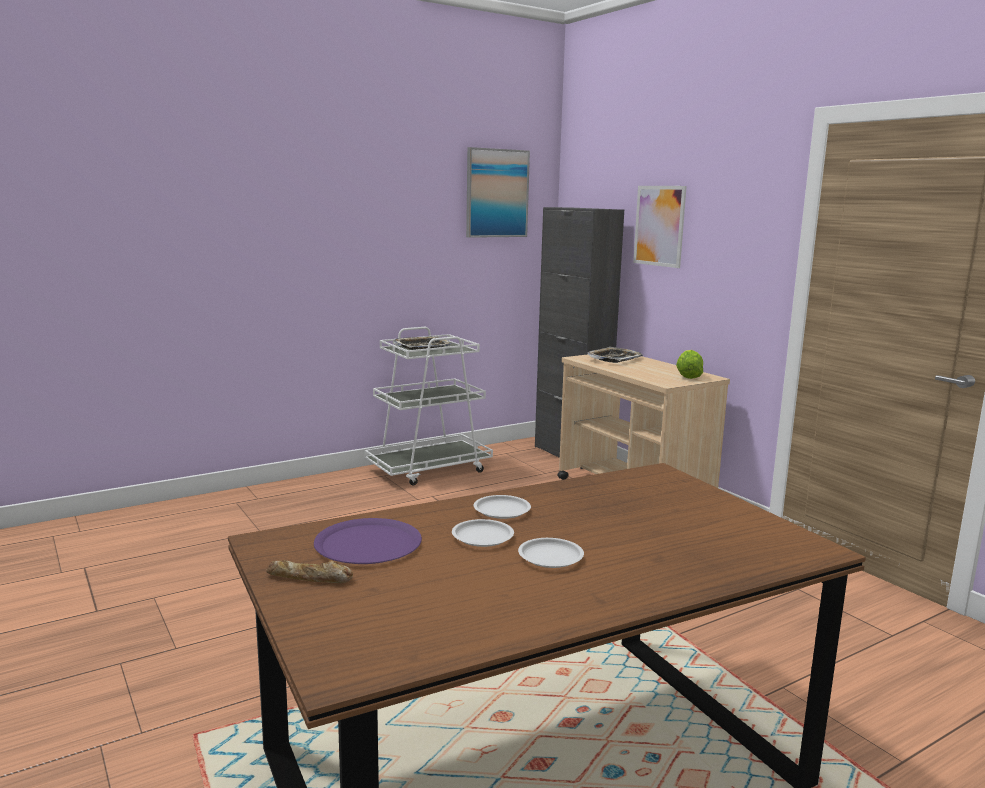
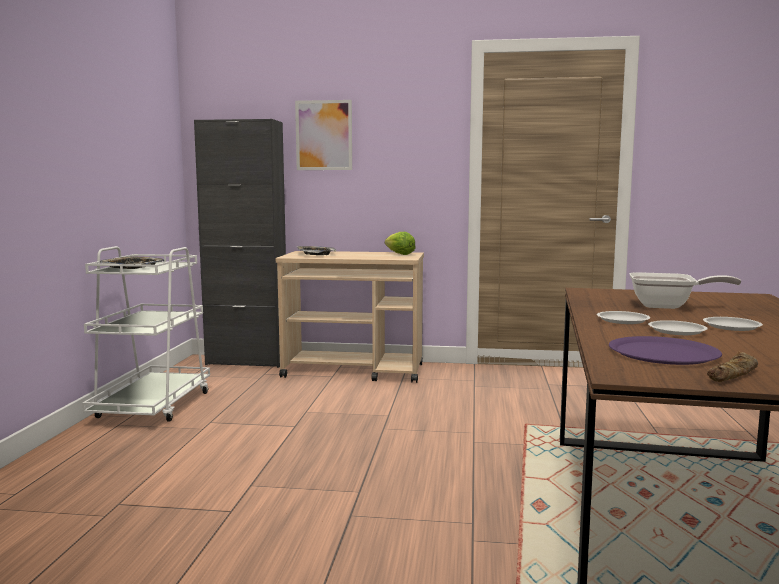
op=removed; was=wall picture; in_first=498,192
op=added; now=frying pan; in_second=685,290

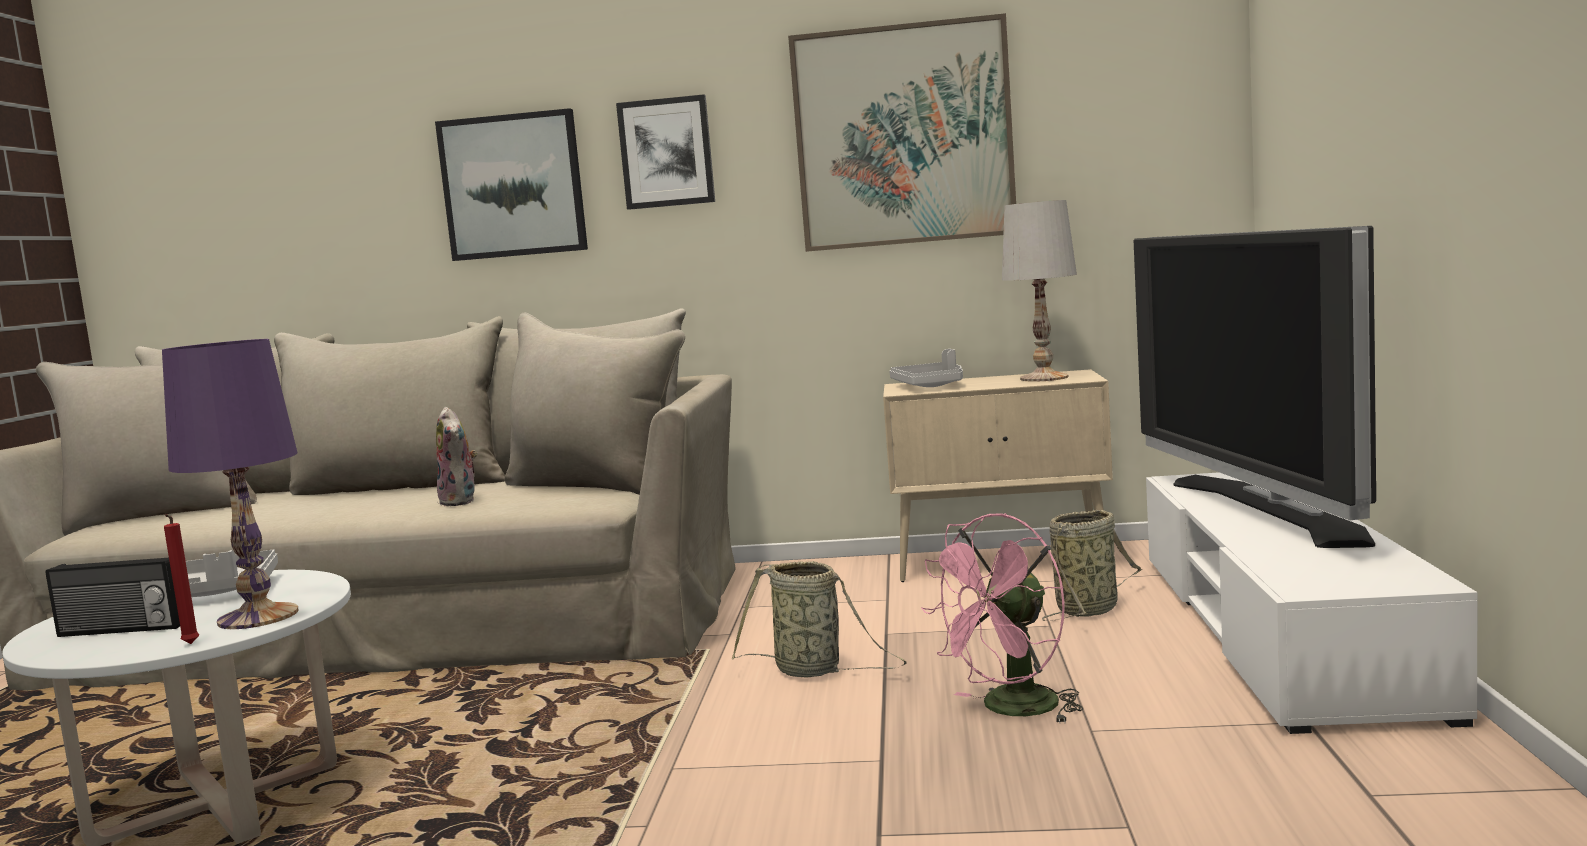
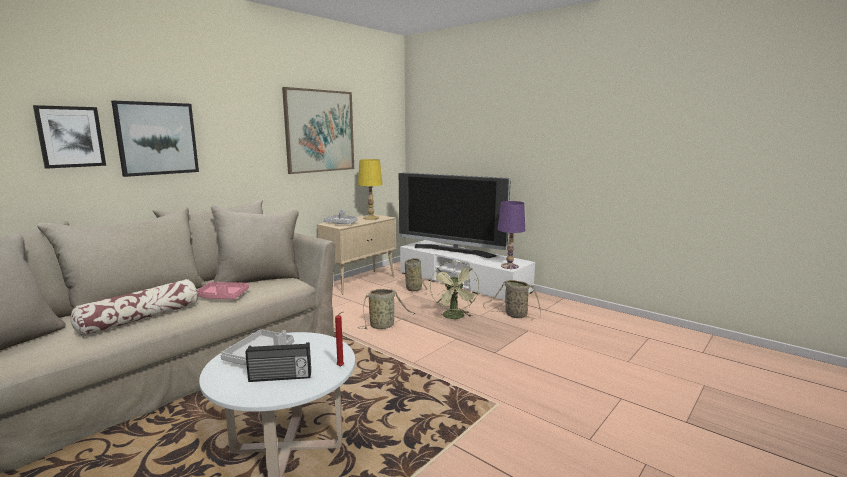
op=added; now=pillow; in_second=134,307
op=added; now=basket; in_second=512,299
op=moved; was=tabletop lamp in purple; in_first=230,484; in_second=511,235
op=moved; was=wall picture; in_first=665,152; in_second=69,137
op=replaced; was=plush toy; now=carrying tray in pinkish; in_first=456,456; in_second=223,290
op=recoloured; was=electric fan in pinkish; now=electric fan in green-coloured; in_first=1002,618; in_second=454,290
op=recoloured; was=tabletop lamp in white; now=tabletop lamp in yellow; in_first=1039,290; in_second=370,189
op=turned; was=radio set; in_first=113,597; in_second=278,362; clockwise=45

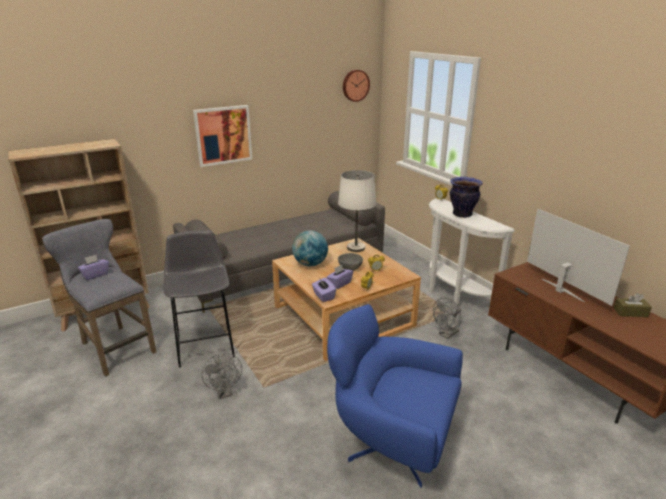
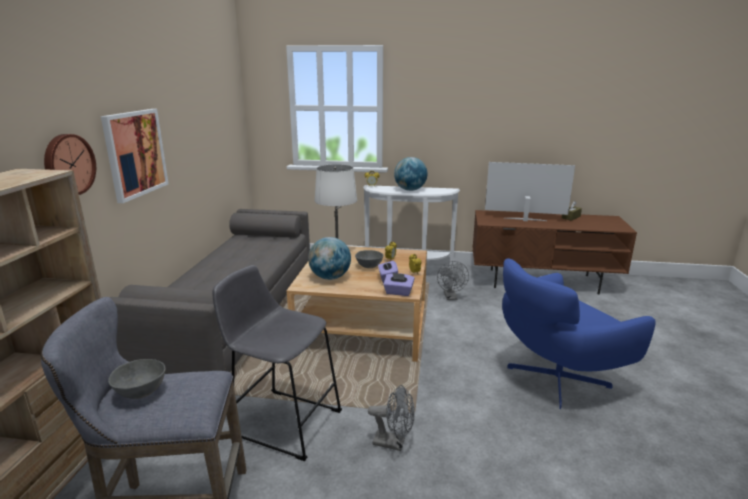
op=moved; was=hanging clock; in_first=356,86; in_second=70,164
op=replaced; was=tissue holder in purple; now=deep dish in greyish; in_first=93,267; in_second=136,379
op=replaced; was=decorative vase; now=globe; in_first=466,197; in_second=411,174

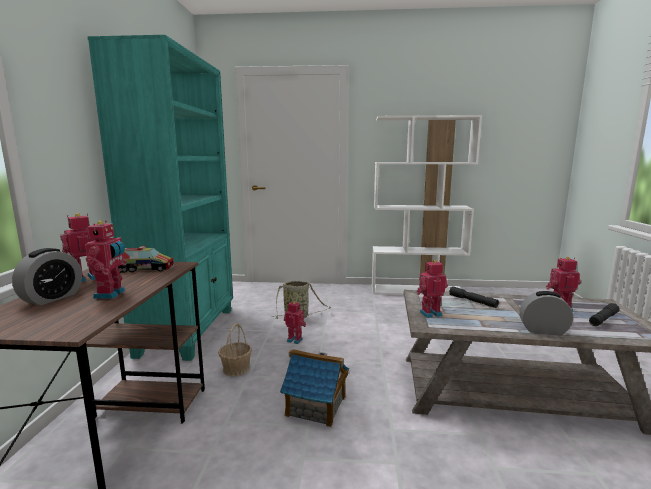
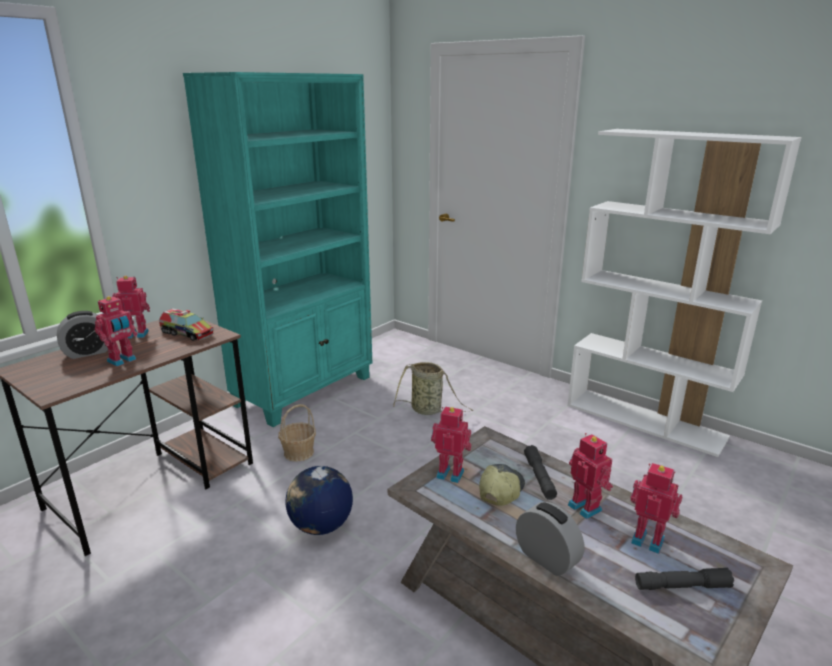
op=added; now=cap; in_second=502,485
op=moved; was=toy robot; in_first=295,322; in_second=590,476
op=replaced; was=model house; now=globe; in_first=314,388; in_second=319,500

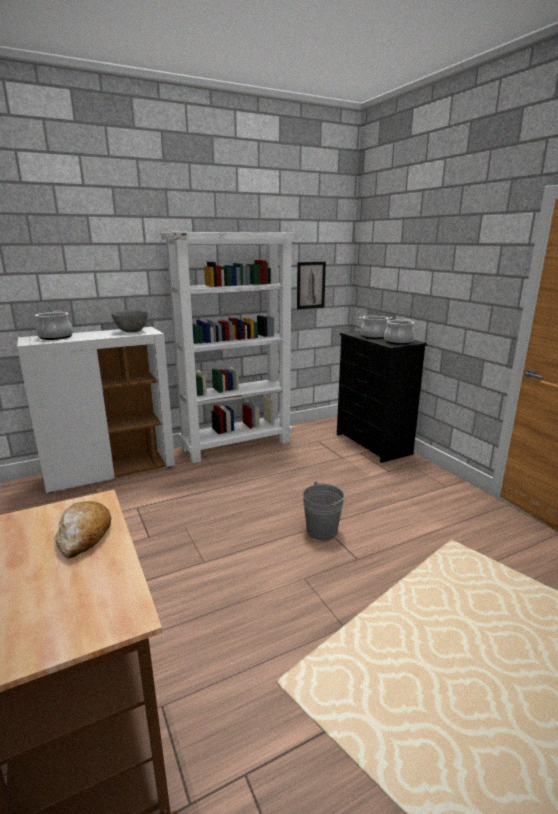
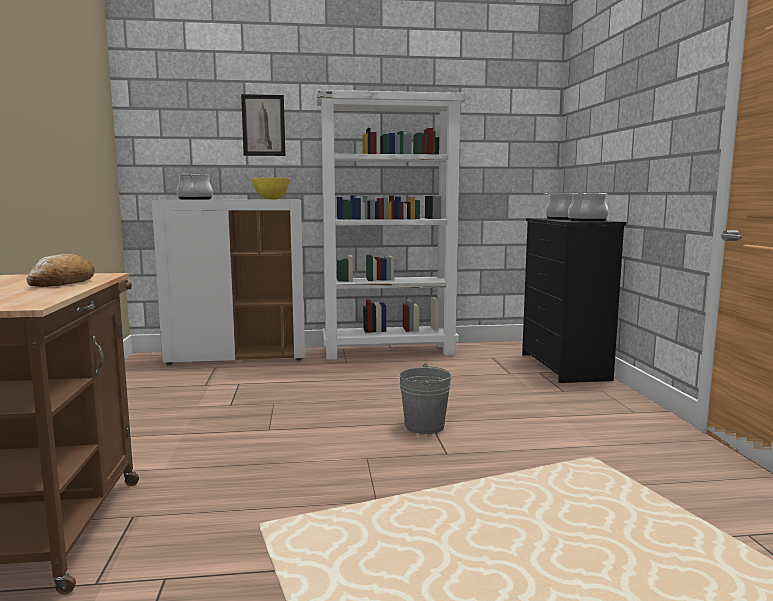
op=moved; was=wall picture; in_first=311,285; in_second=263,125
op=recoloured; was=deep dish in greyish; now=deep dish in yellow; in_first=129,321; in_second=270,188

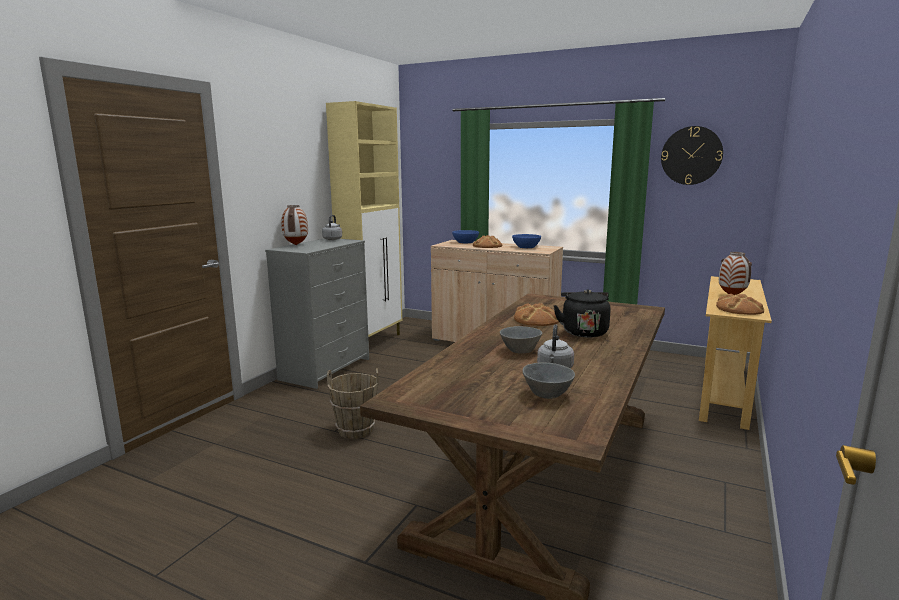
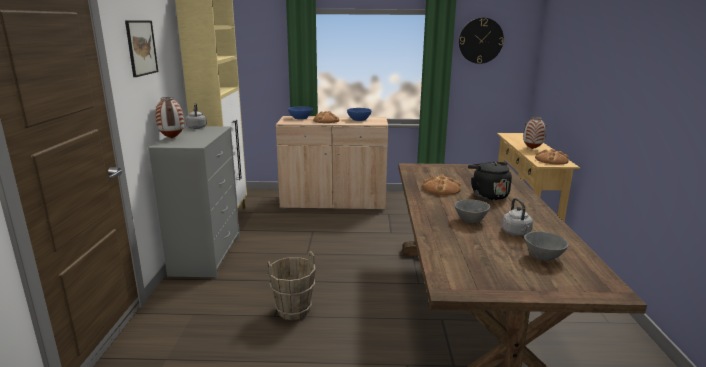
op=added; now=wall picture; in_second=141,48

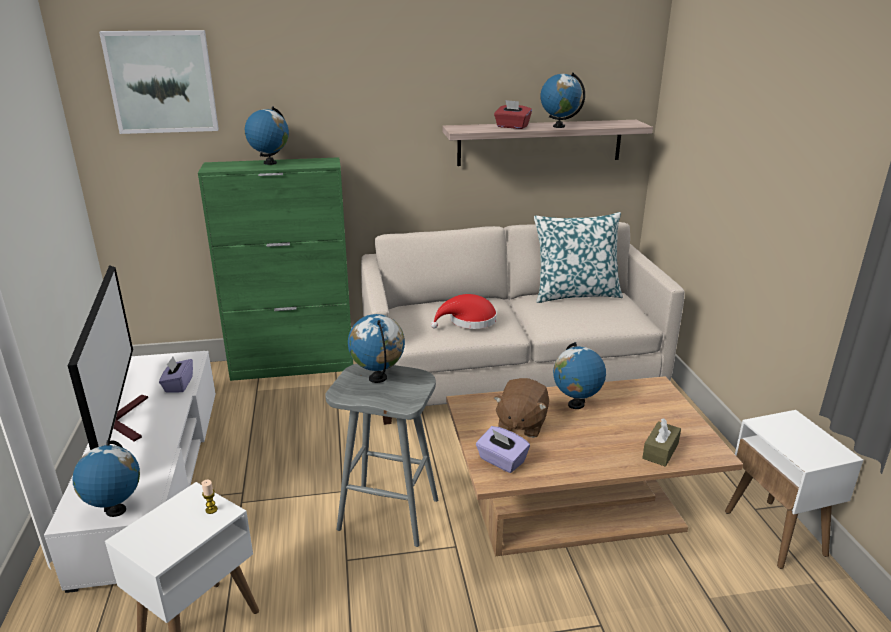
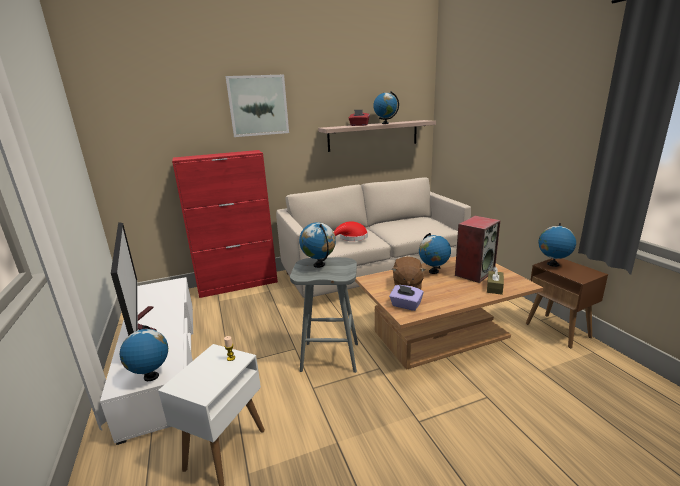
op=removed; was=tissue holder in purple; in_first=176,375
op=removed; was=pillow; in_first=578,257
op=added; now=speaker; in_second=478,249
op=moved; was=wall picture; in_first=159,82; in_second=257,106
op=moved; was=globe; in_first=267,135; in_second=557,245
op=recoloured; was=cabinet in green-coloured; now=cabinet in red; in_first=275,269; in_second=225,224
op=recoloured; was=side table in white; now=side table in brown-coloured; in_first=794,489; in_second=567,303

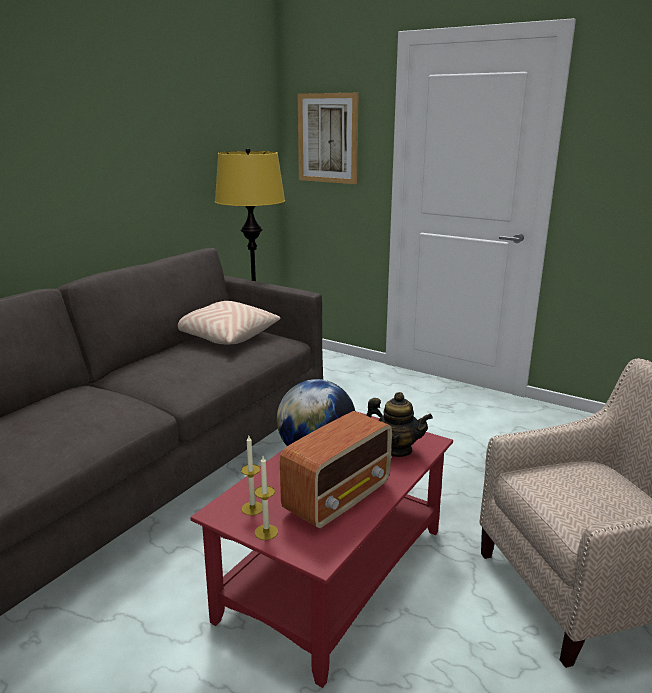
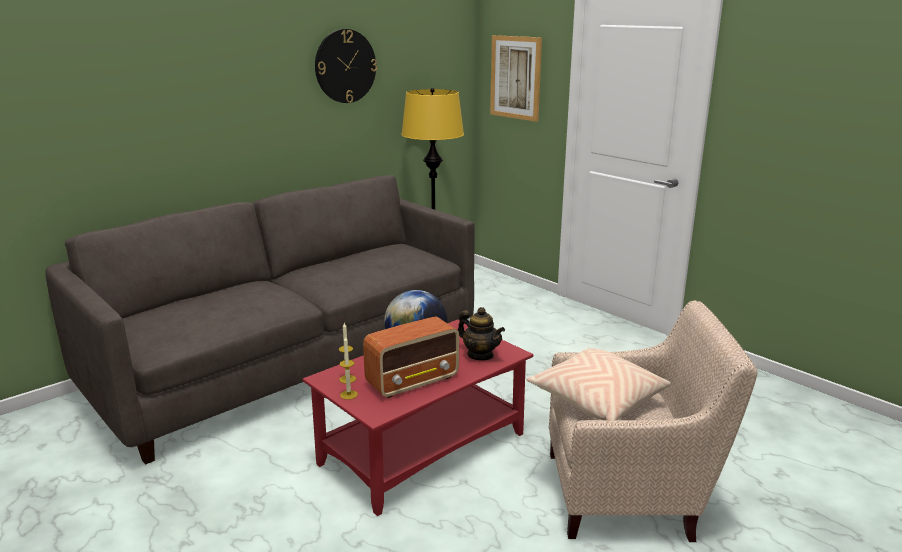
op=added; now=hanging clock; in_second=346,66
op=moved; was=pillow in beige-coloured; in_first=229,322; in_second=598,384

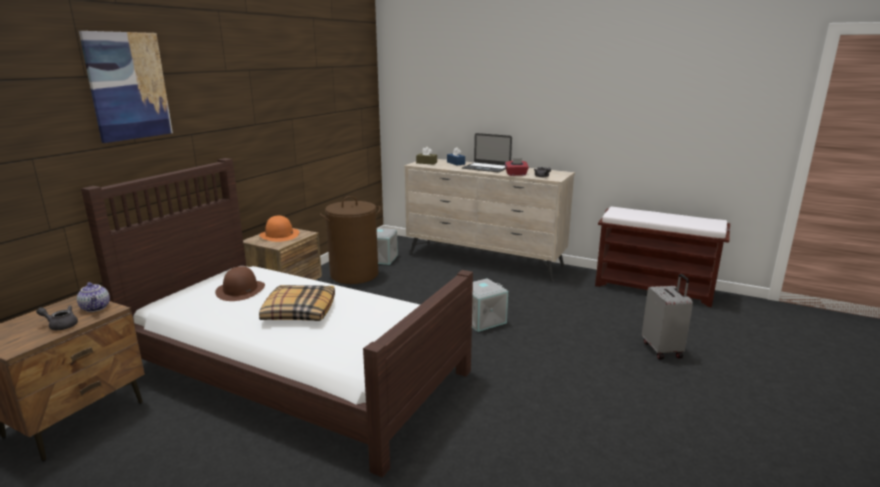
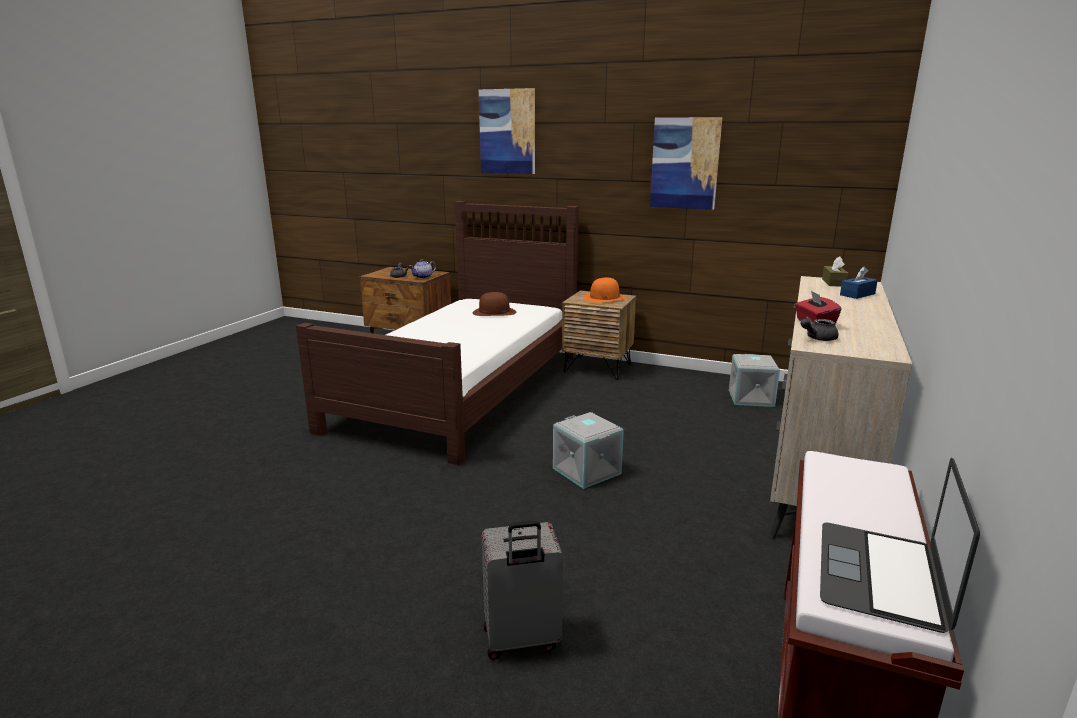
op=removed; was=pillow; in_first=297,303
op=removed; was=washing basket in brown-coloured; in_first=350,240
op=added; now=wall picture; in_second=686,163
op=moved; was=laptop; in_first=487,152; in_second=900,545

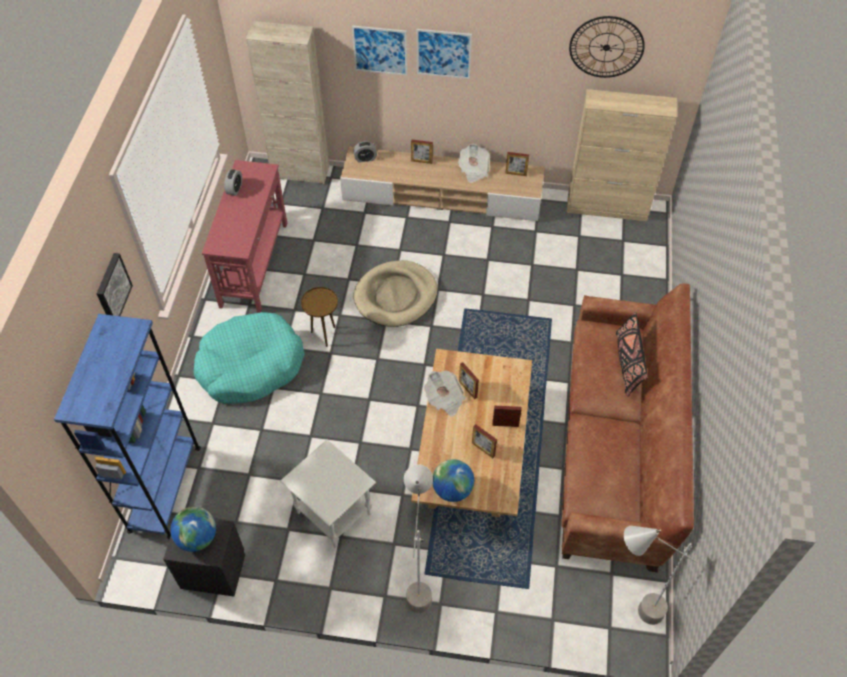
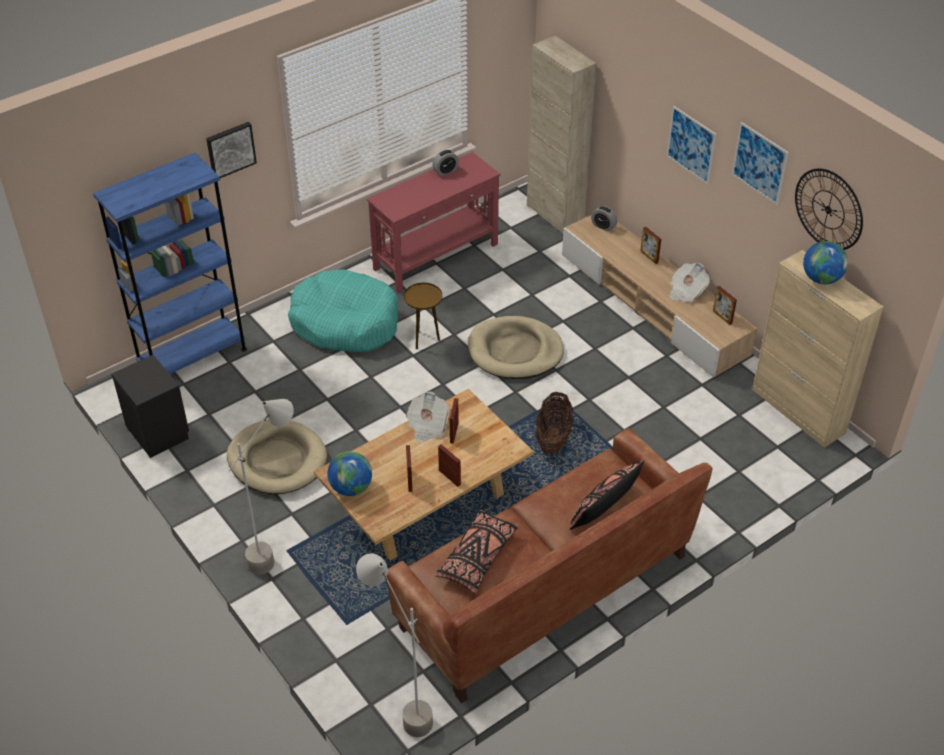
op=added; now=pillow in blackish; in_second=476,551
op=added; now=basket; in_second=554,423
op=moved; was=globe; in_first=193,529; in_second=825,262
op=moved; was=wall picture; in_first=379,50; in_second=760,163
op=replaced; was=side table in white; now=pet bed in beige-coloured; in_first=328,494; in_second=277,457

